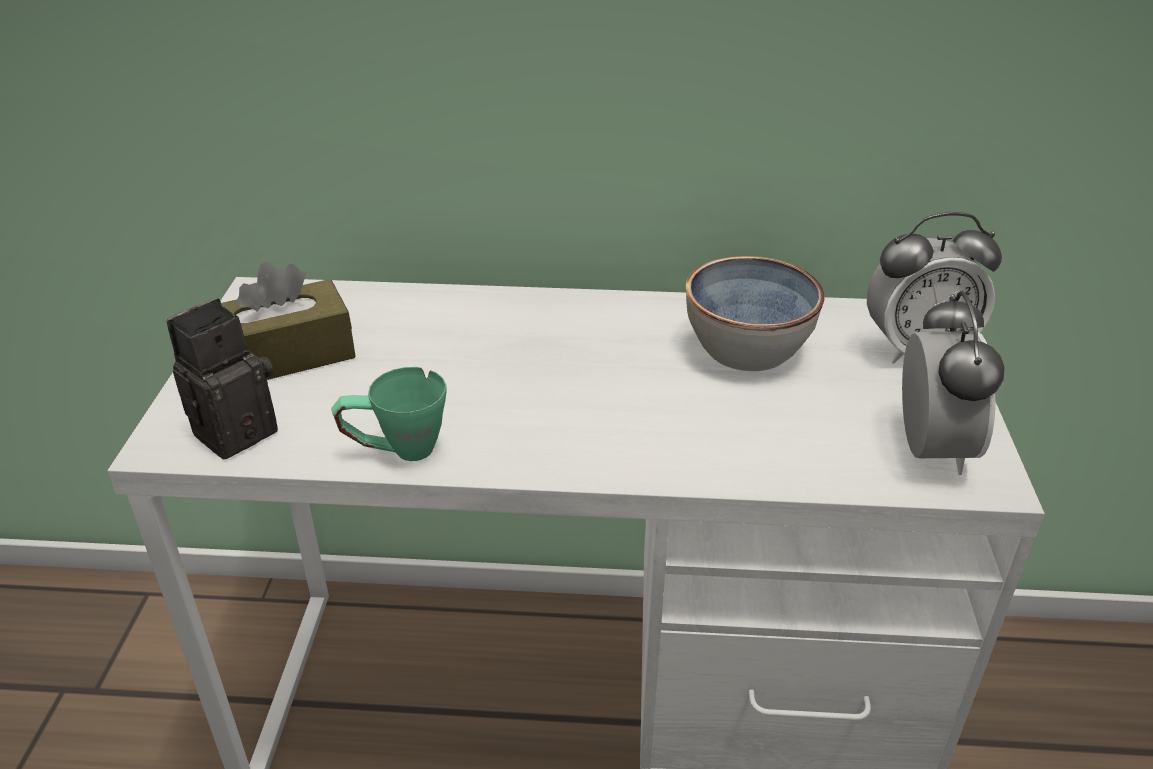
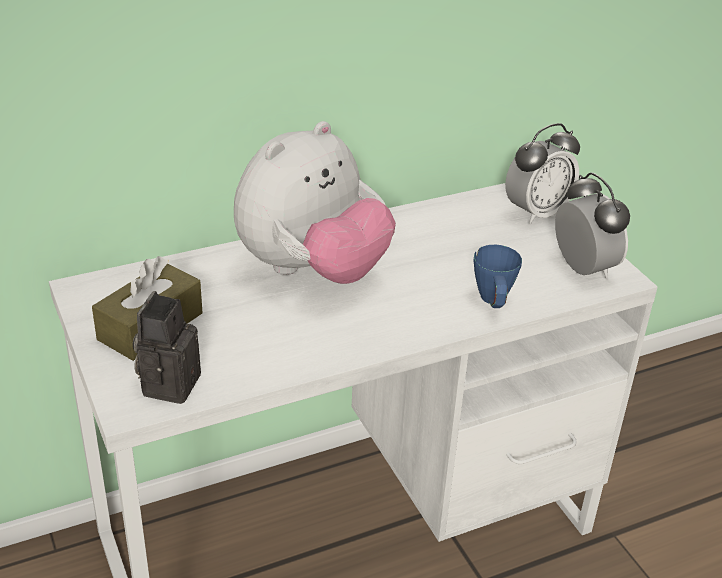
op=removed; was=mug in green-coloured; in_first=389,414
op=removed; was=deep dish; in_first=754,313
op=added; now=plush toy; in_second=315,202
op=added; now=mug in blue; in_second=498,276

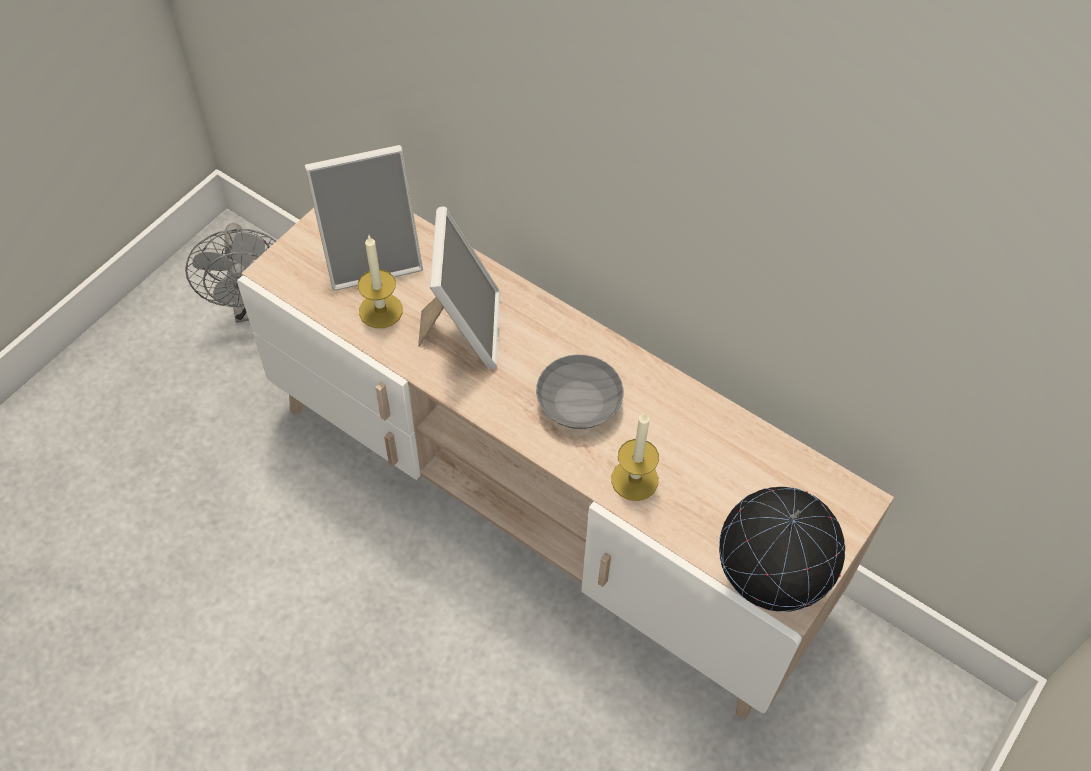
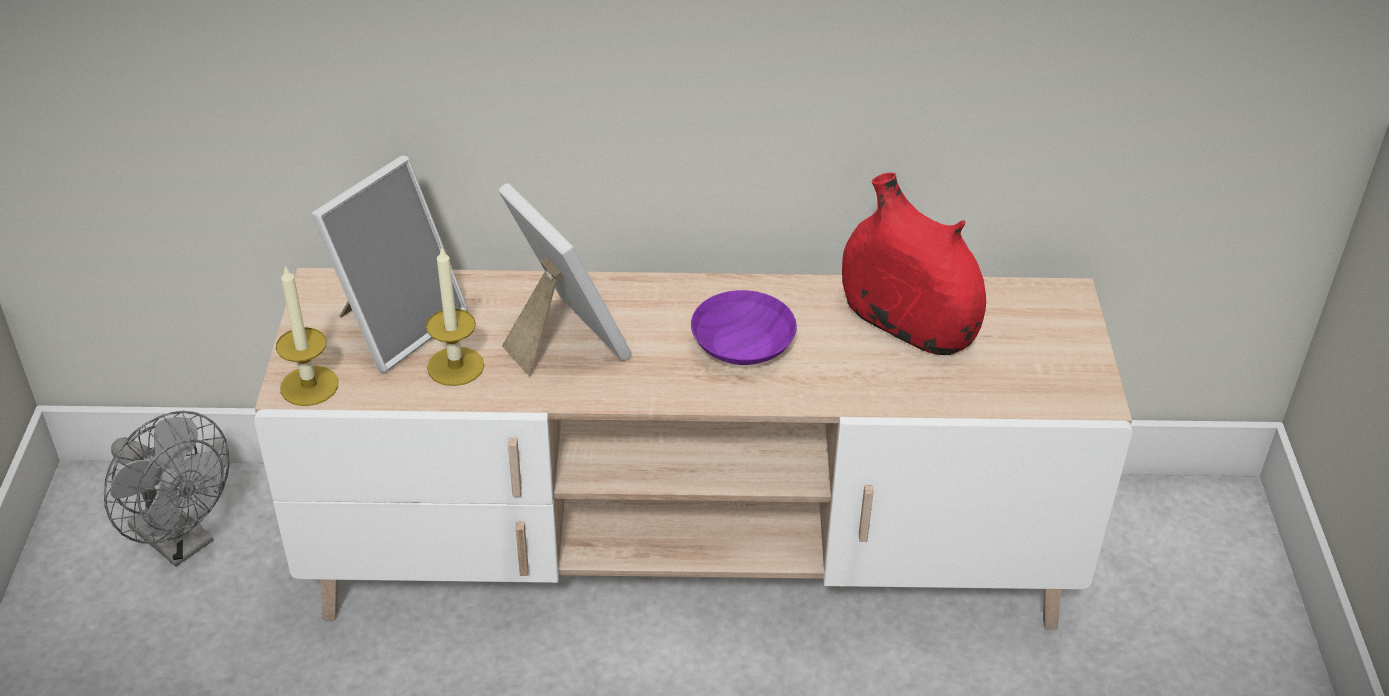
op=removed; was=globe; in_first=782,549
op=added; now=decorative vase in red; in_second=914,264
op=moved; was=wax candle; in_first=635,457; in_second=307,335
op=recoloured; was=deep dish in greyish; now=deep dish in purple; in_first=579,392; in_second=744,327

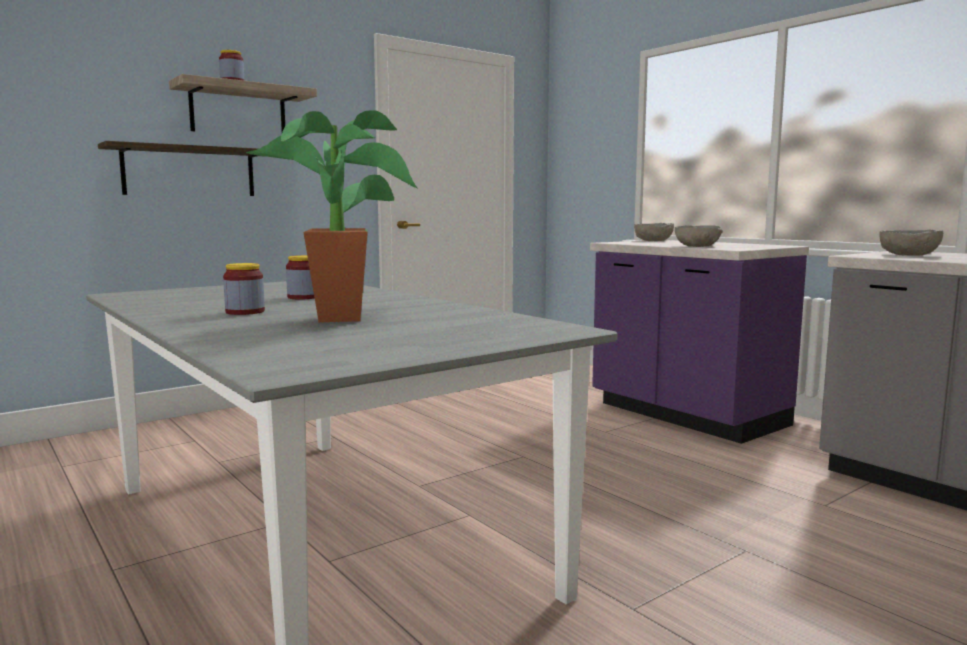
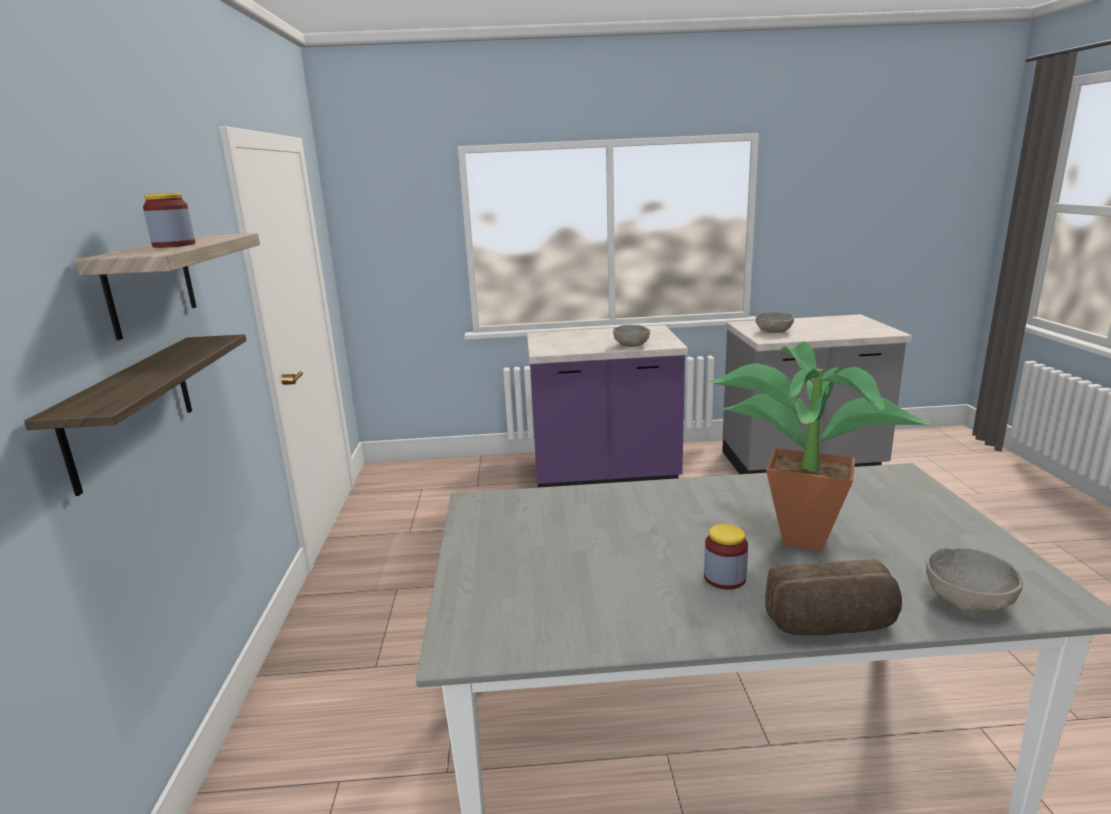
op=removed; was=jar; in_first=300,277
op=added; now=bread; in_second=833,597
op=moved; was=deep dish in greyish; in_first=654,232; in_second=974,580

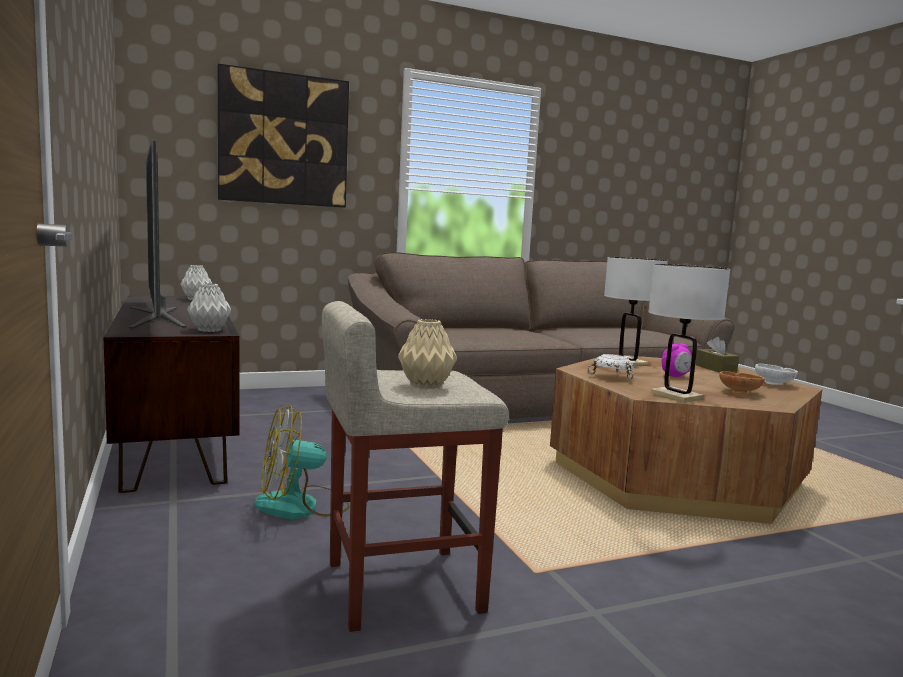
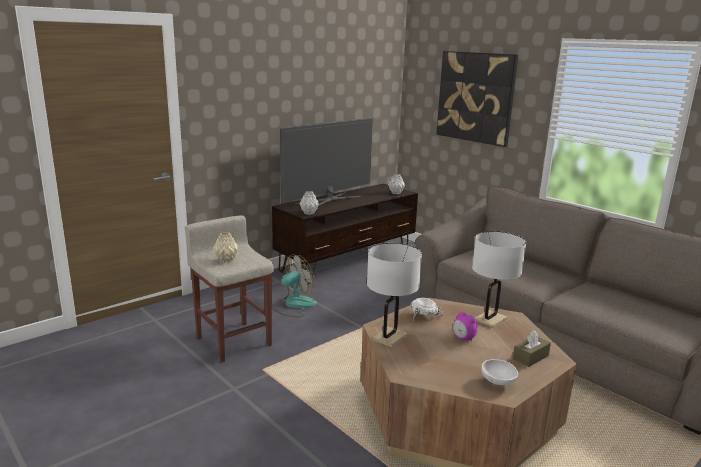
op=removed; was=deep dish in brown-coloured; in_first=742,382
op=turned; was=electric fan; in_first=302,462; in_second=294,286; clockwise=90

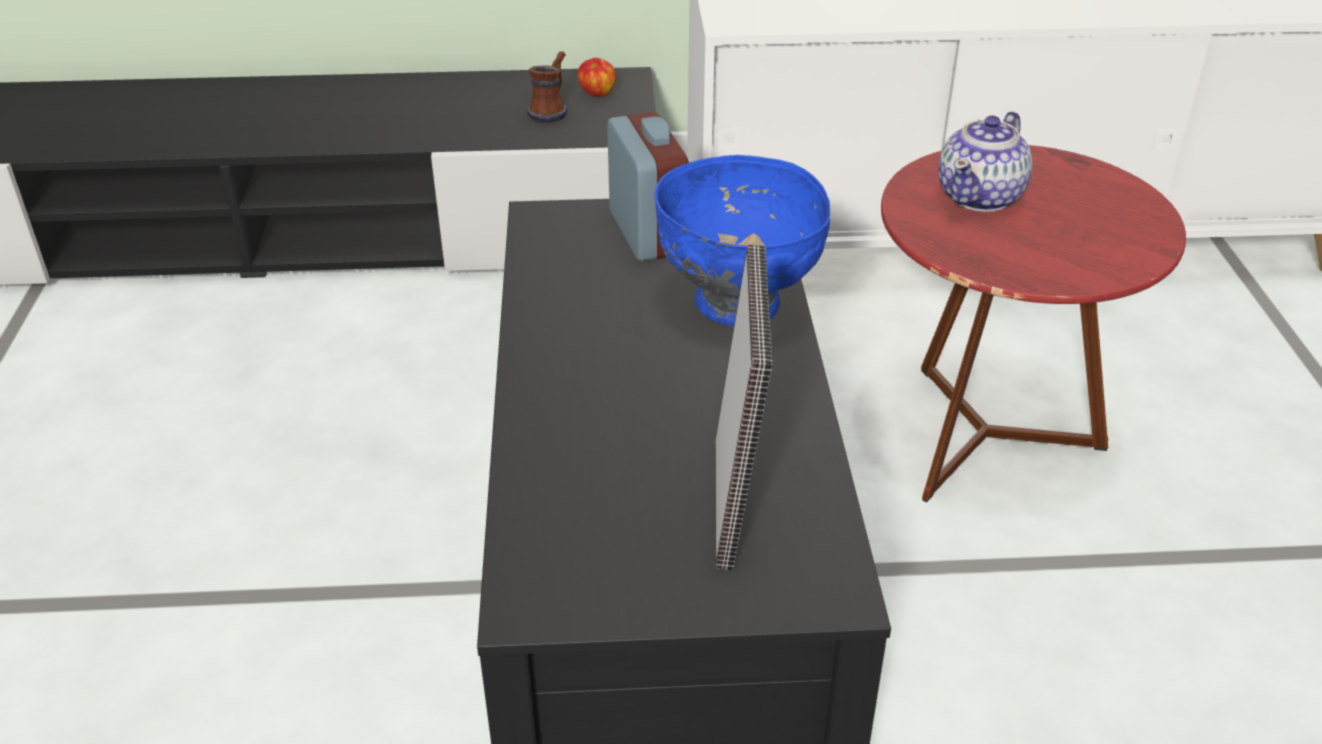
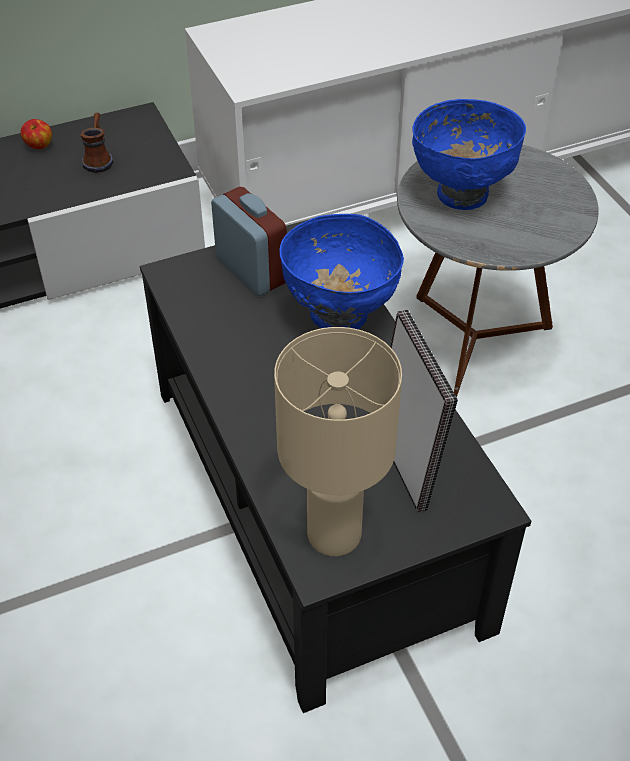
op=added; now=tabletop lamp in beige-coloured; in_second=338,441
op=moved; was=apple fruit; in_first=597,77; in_second=36,134
op=replaced; was=tea pot; now=deep dish in blue; in_first=985,161; in_second=469,154
op=recoloured; was=side table in red; now=side table in greyish; in_first=1033,324; in_second=498,271

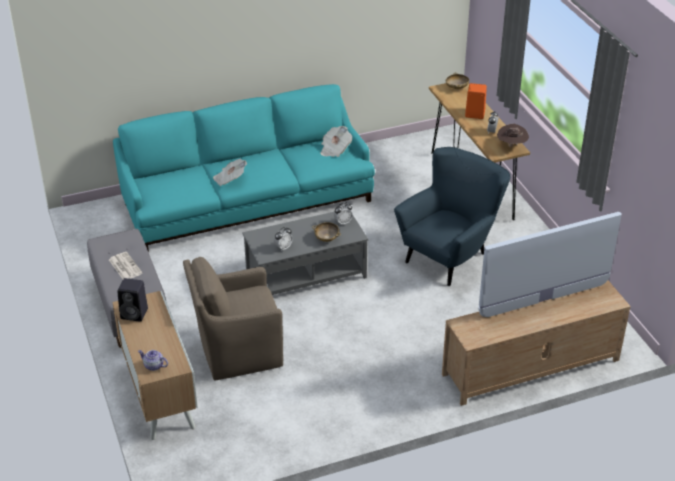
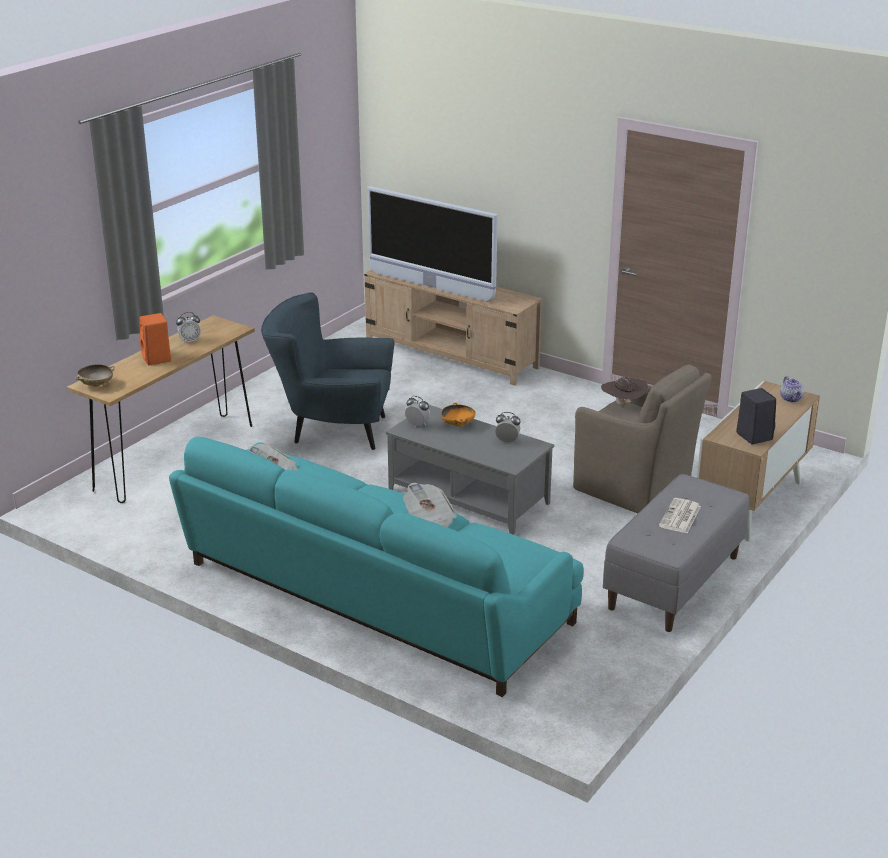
op=moved; was=clothing hat in brown-coloured; in_first=513,135; in_second=624,391
op=recoloured; was=deep dish in beige-coloured; now=deep dish in orangey; in_first=326,232; in_second=458,414

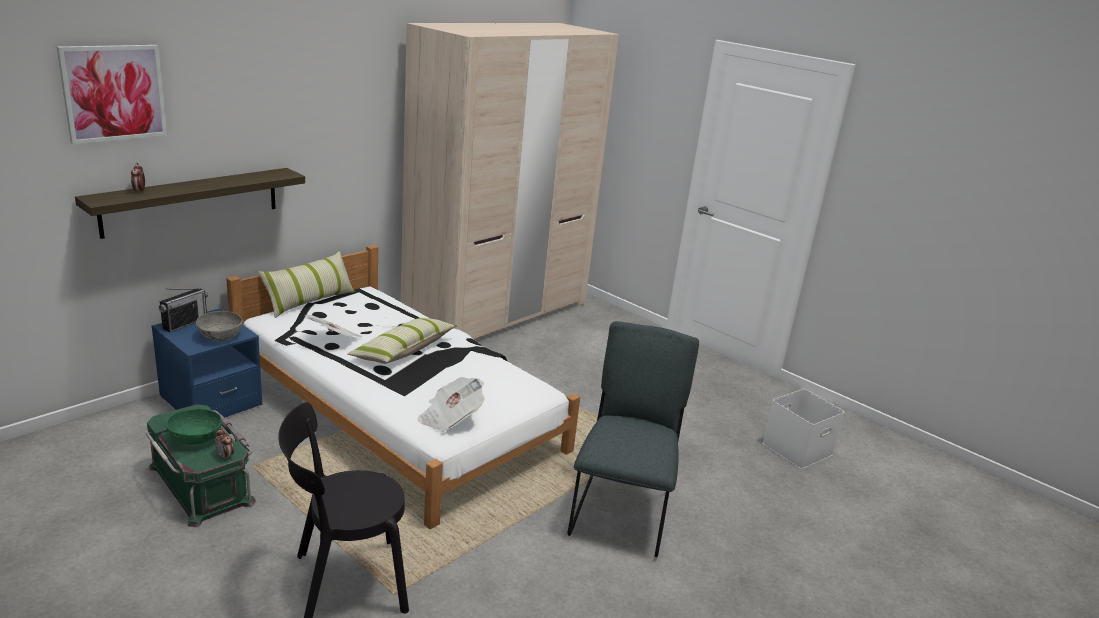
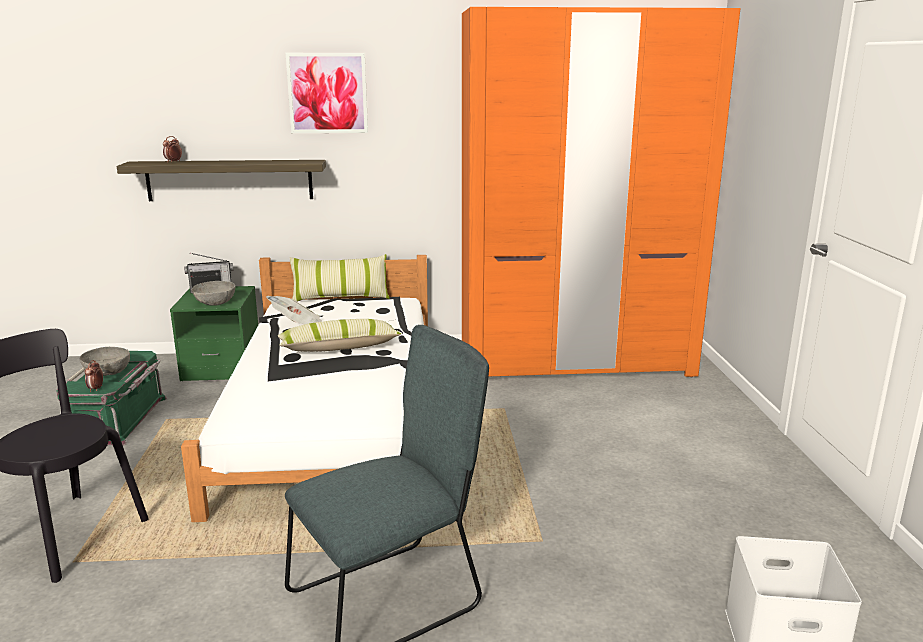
op=removed; was=printed paper; in_first=451,404
op=moved; was=wall picture; in_first=112,94; in_second=326,93
op=recoloured; was=night table in blue; now=night table in green-coloured; in_first=207,363; in_second=214,333
op=recoloured; was=deep dish in green-coloured; now=deep dish in greyish; in_first=194,427; in_second=104,361
op=recoloured; was=clothes cupboard in beige-coloured; now=clothes cupboard in orangey; in_first=509,181; in_second=601,192

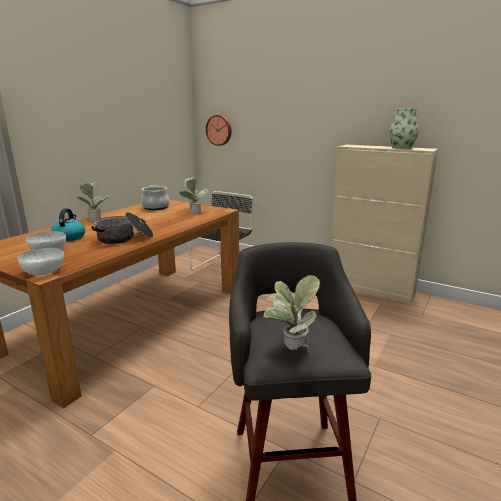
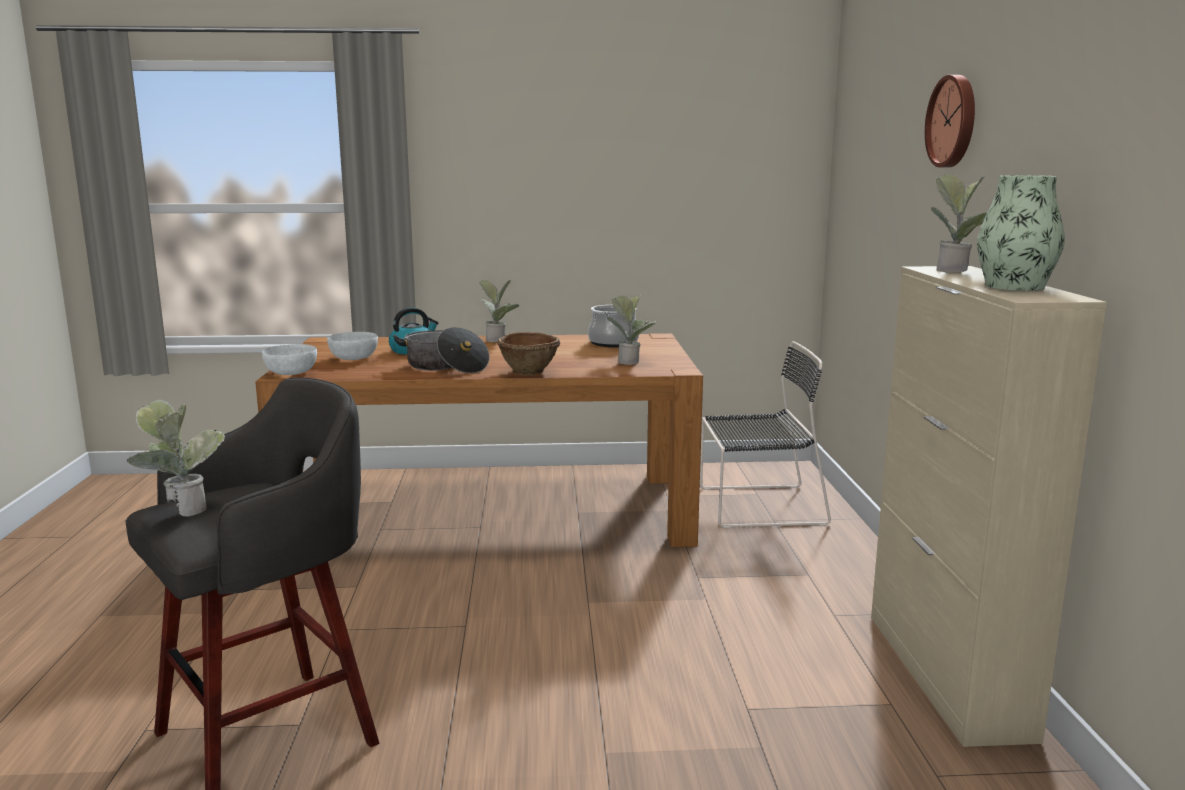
op=added; now=deep dish in brown-coloured; in_second=528,353
op=added; now=plant in a pot; in_second=959,223
op=moved; was=hanging clock; in_first=219,130; in_second=950,121

